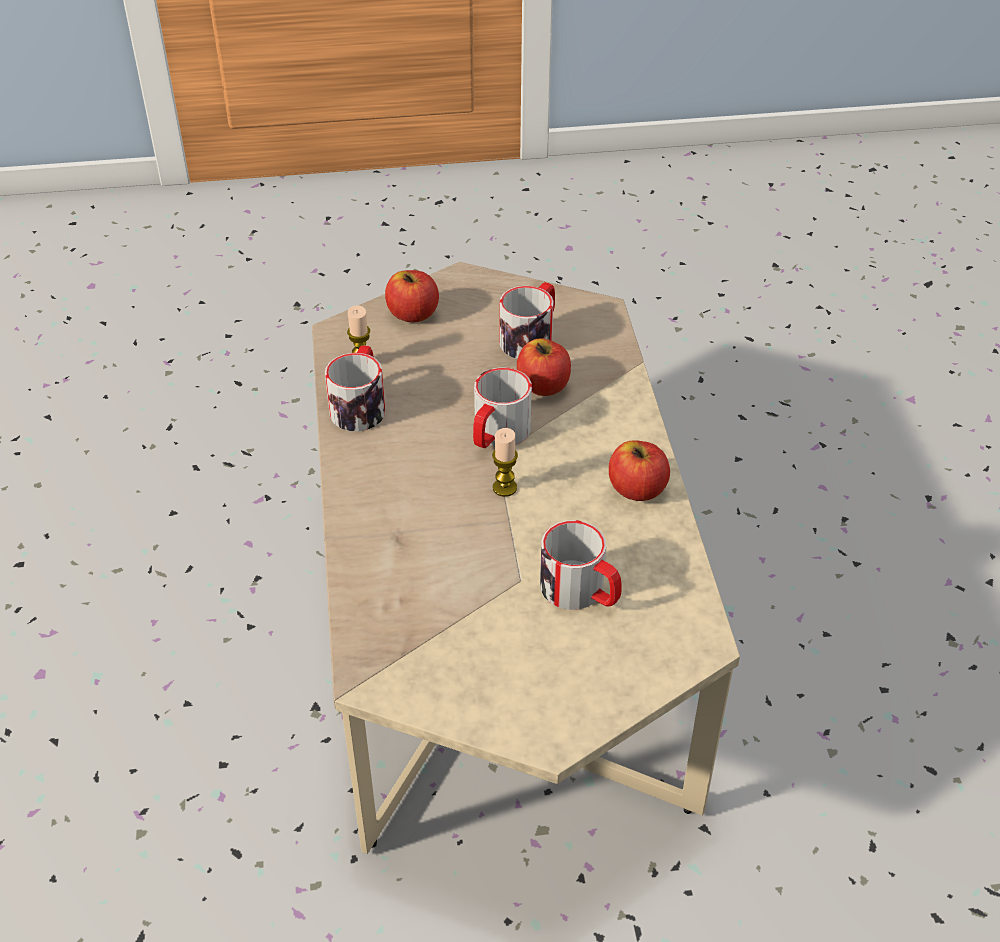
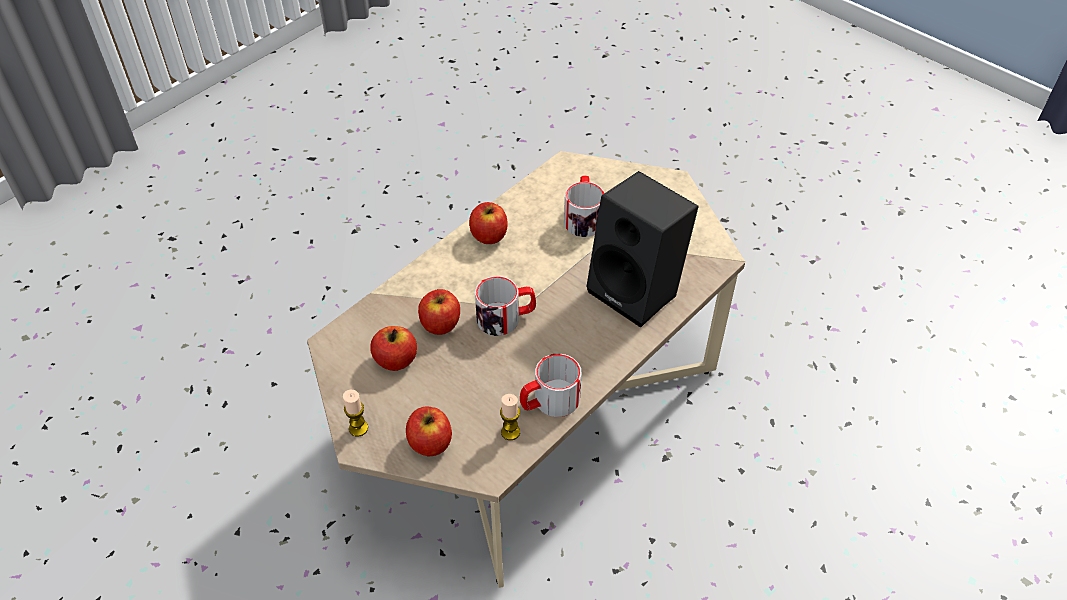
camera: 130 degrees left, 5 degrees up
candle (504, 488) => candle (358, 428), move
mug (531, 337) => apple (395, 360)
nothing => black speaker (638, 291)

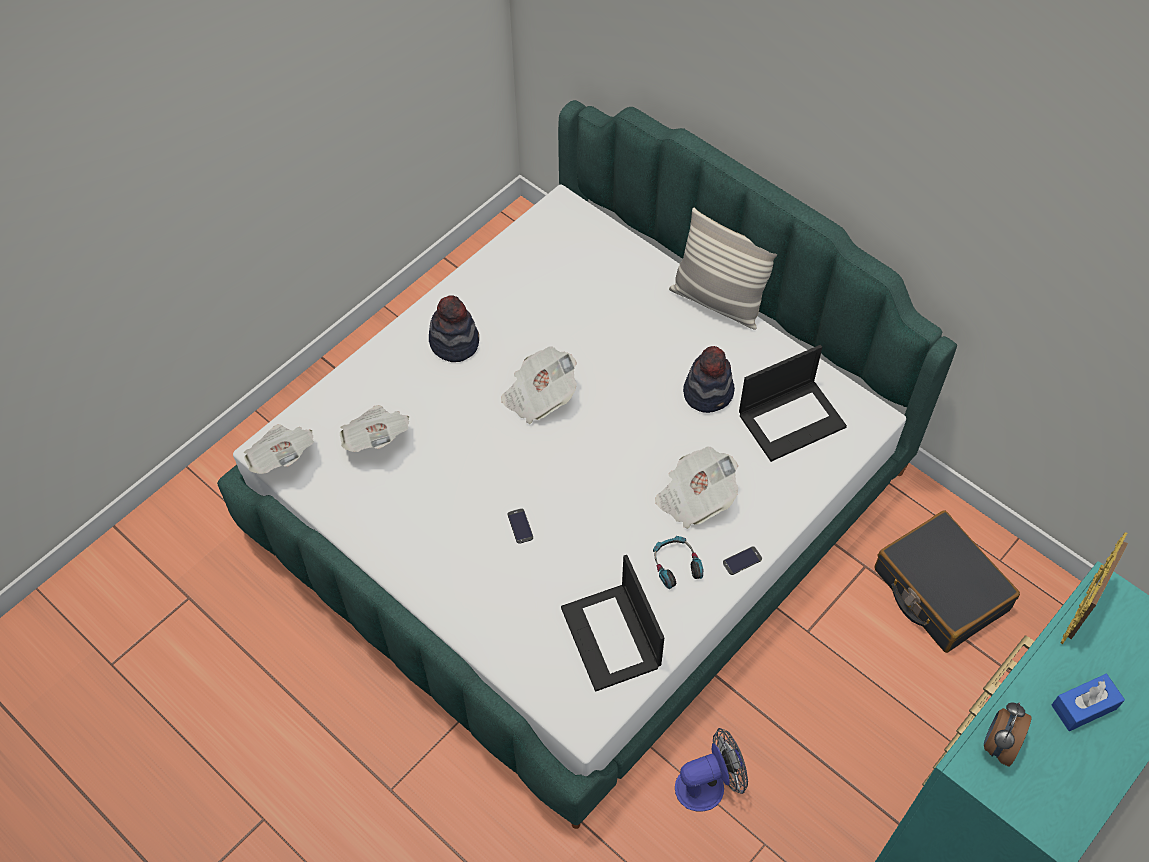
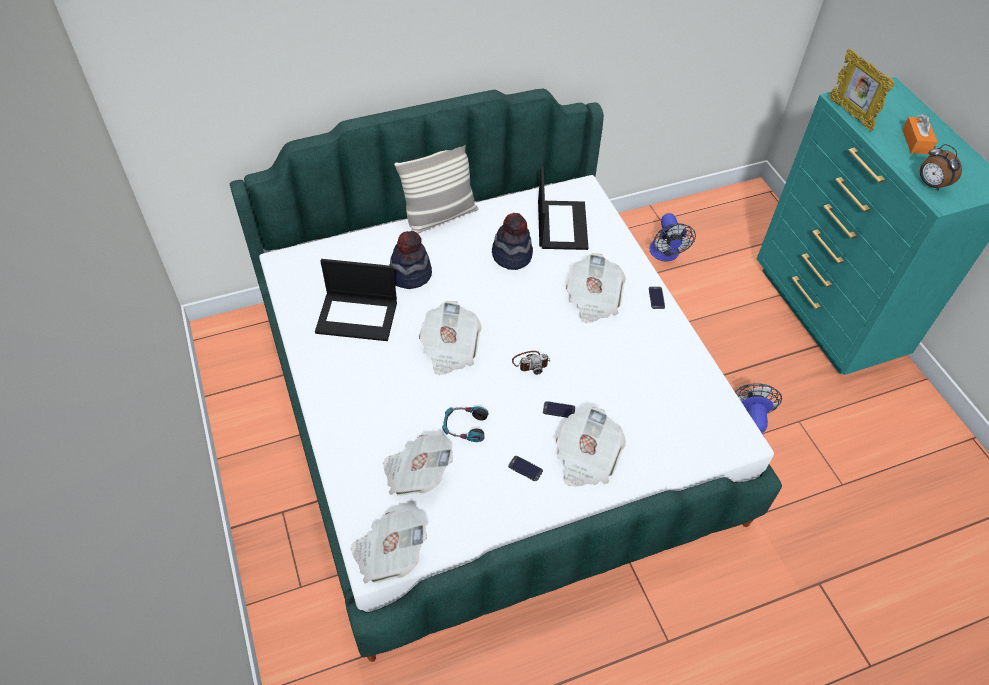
camera: 65 degrees left, 5 degrees down
laptop (612, 638) => laptop (358, 316), move
hat (454, 342) => hat (410, 274), move
headphones (676, 565) => headphones (465, 427), move
nothing => phone (525, 468)
nothing => photo camera (531, 362)
nothing => newspaper (586, 459)
black suitcase (939, 590) => fan (665, 254)
blue tissue box (1083, 707) => orange tissue box (916, 141)

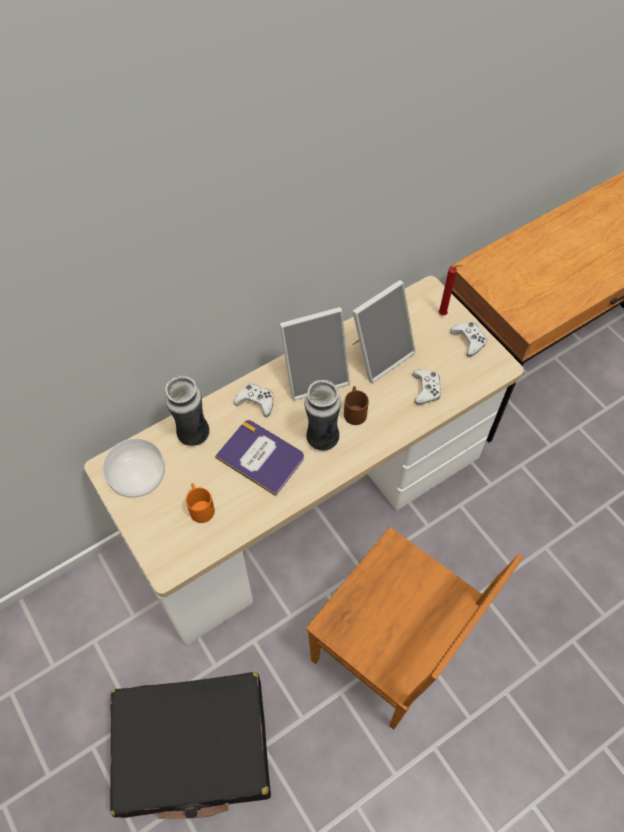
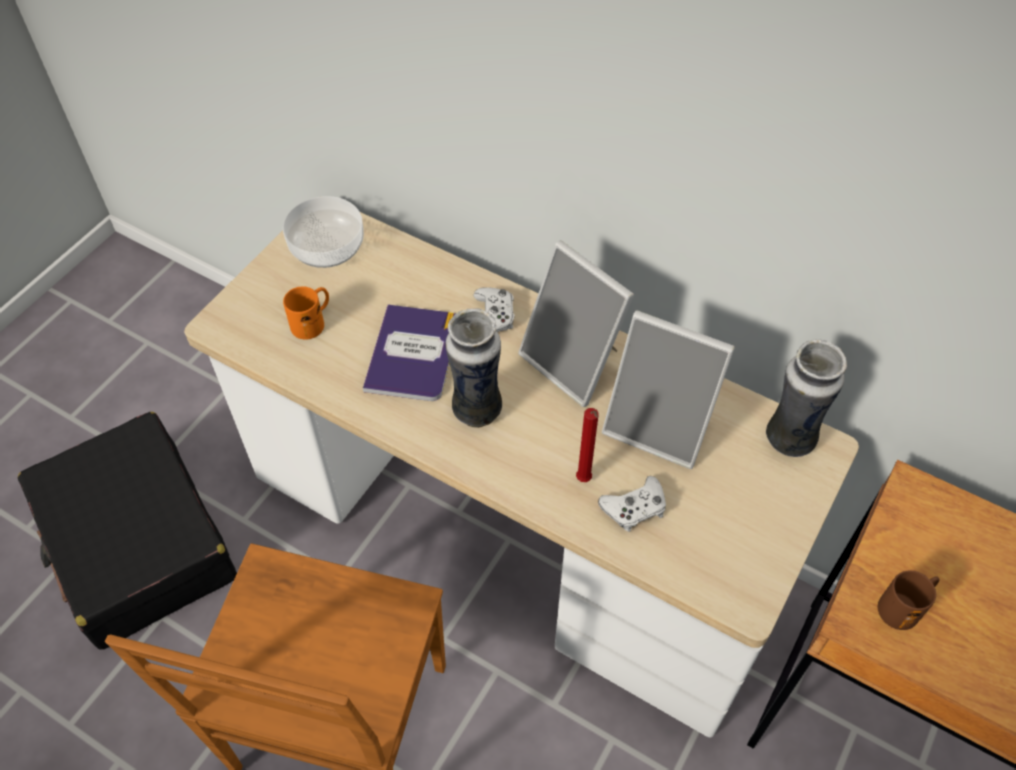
camera: 65 degrees right, 5 degrees down
red candle (444, 314) => red candle (584, 481), move
vase (193, 435) => vase (788, 439), move
brown mug (354, 410) => brown mug (904, 606), move
white game controller (469, 340) => nothing

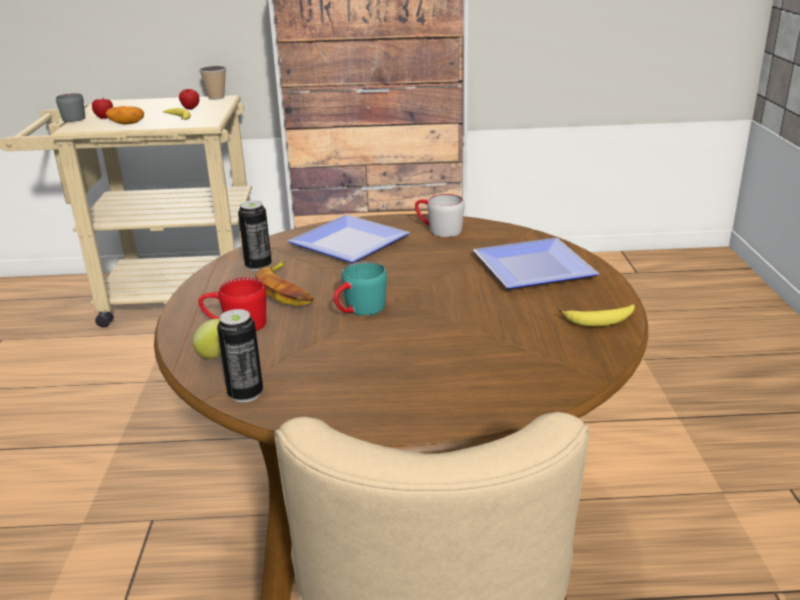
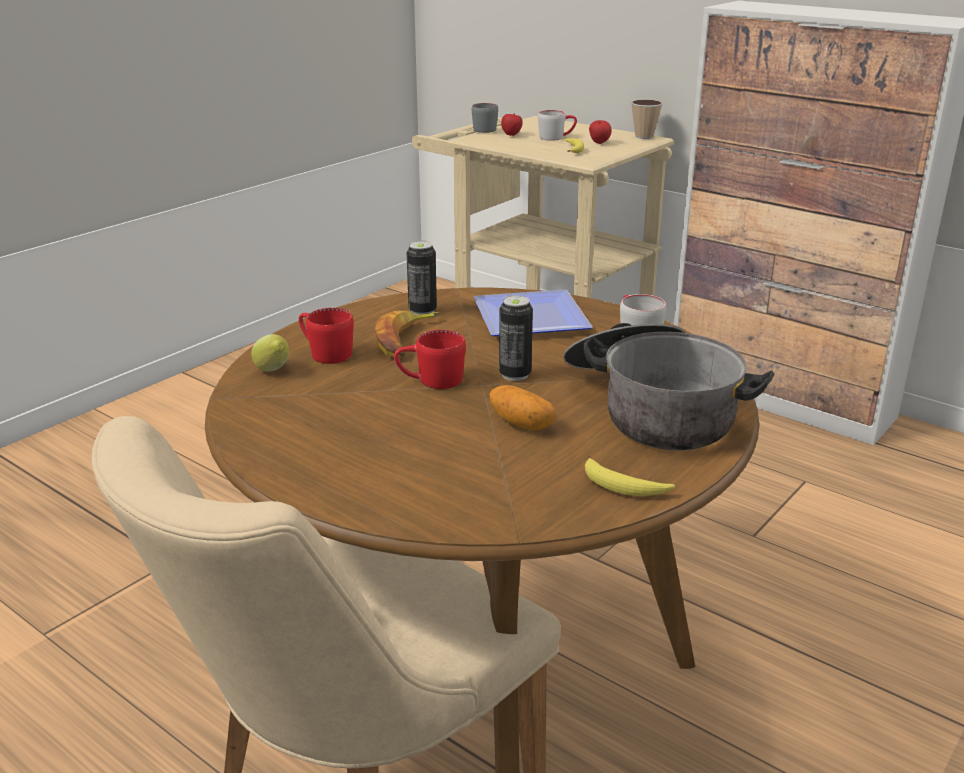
camera: 40 degrees right, 0 degrees up
turquoise mug (359, 310) => red mug (430, 381)
potato (127, 123) => potato (522, 423), move
can (245, 394) => can (515, 374), move
nothing => grey mug (556, 137)
plate (531, 270) => cooking pot (652, 410)

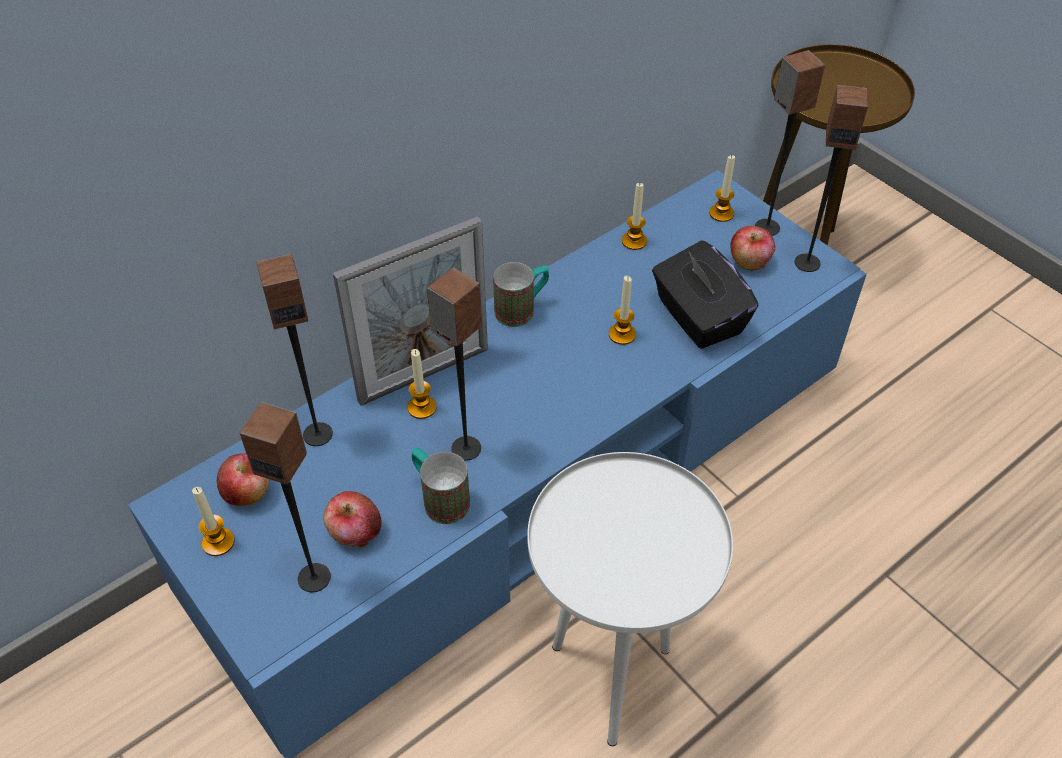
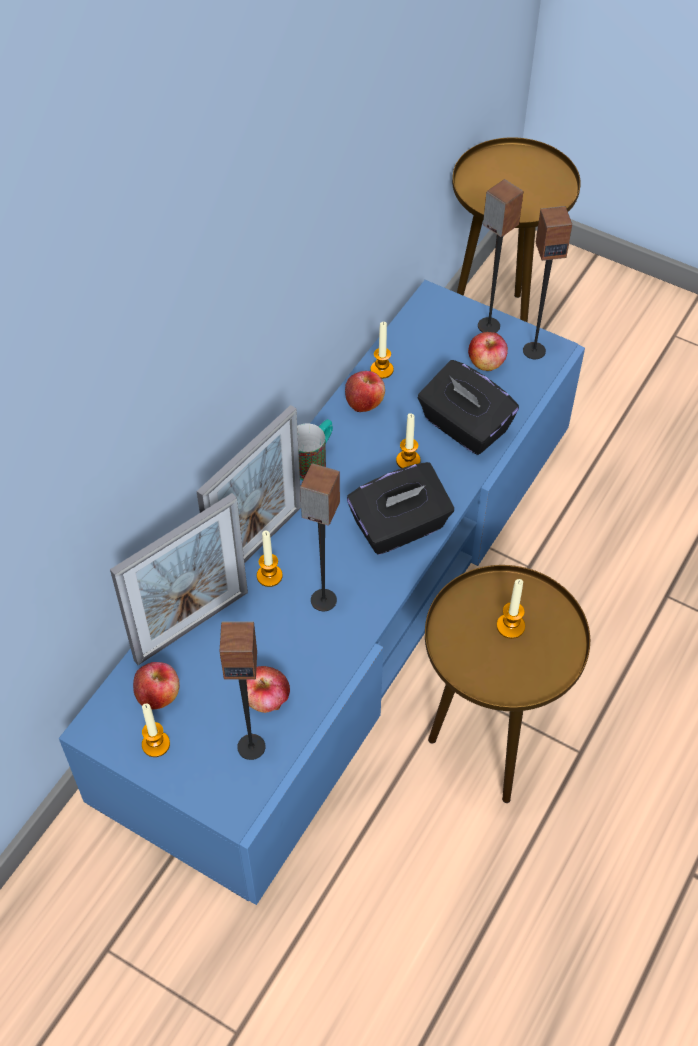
camera: 20 degrees left, 5 degrees up
speaker (317, 434) => picture frame (191, 626)
nothing => apple (364, 402)
nothing => black tissue box (400, 527)
white side table (611, 678) => brown side table (485, 750)
candle (721, 213) => candle (510, 626), move
mug (440, 498) => nothing

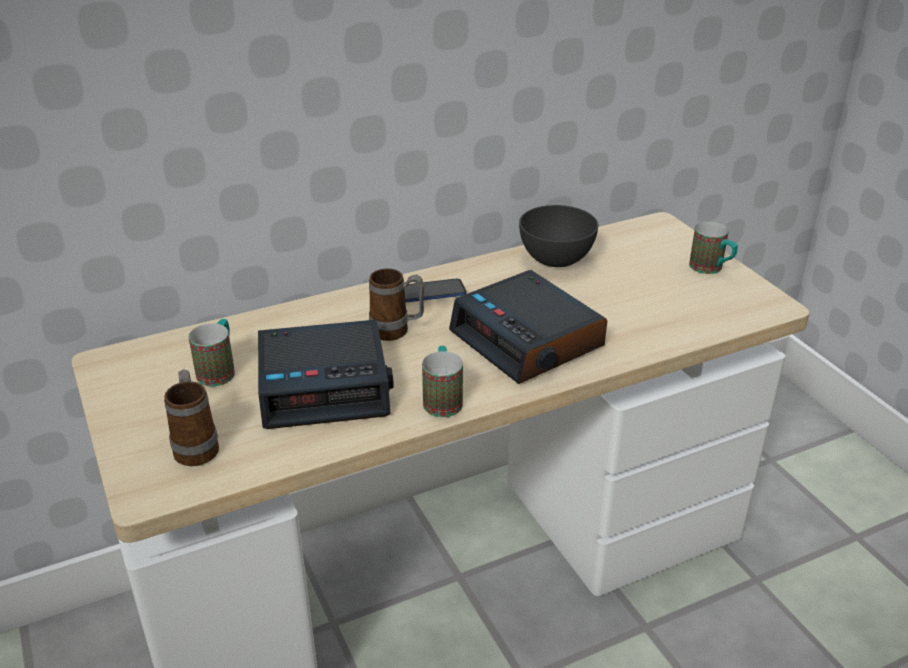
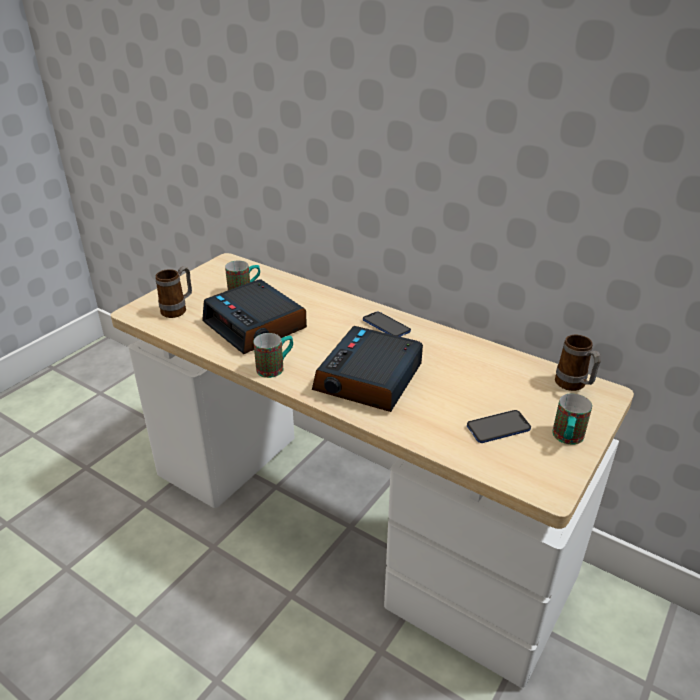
camera: 60 degrees right, 0 degrees up
nothing => phone (498, 428)
mug (397, 331) => mug (573, 386), move
grey bowl (555, 259) => nothing

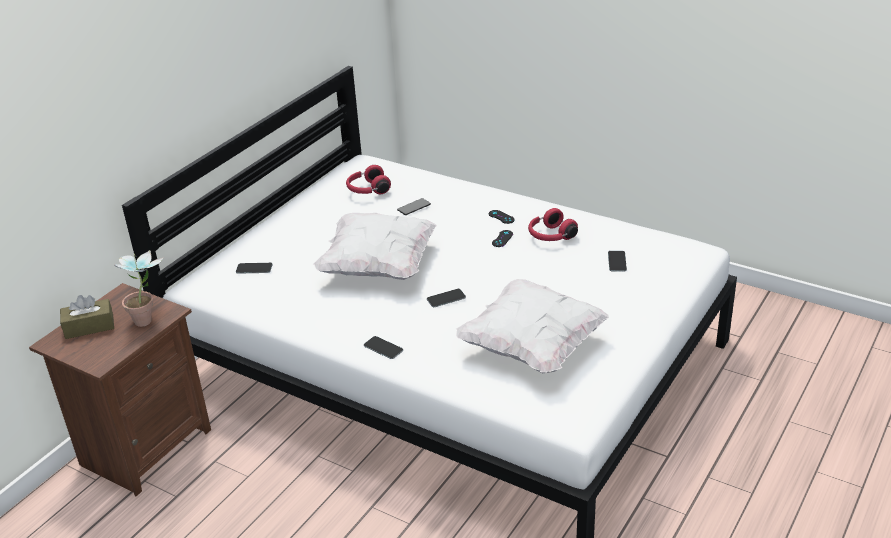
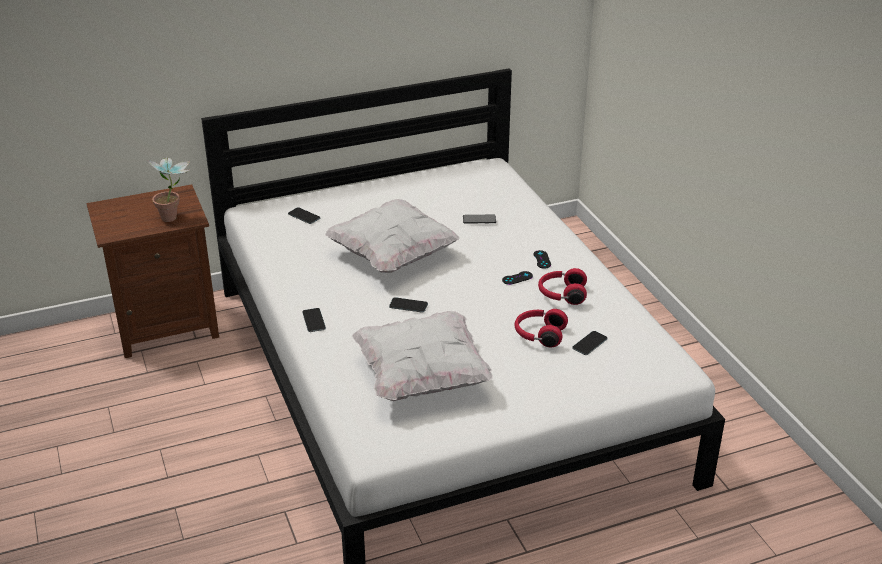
camera: 35 degrees right, 0 degrees up
red headphones (367, 190) => red headphones (539, 335), move
brown tissue box (89, 327) => nothing

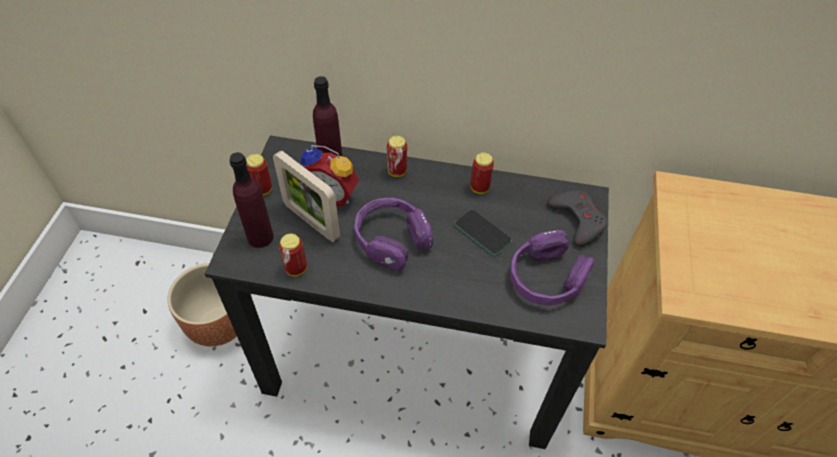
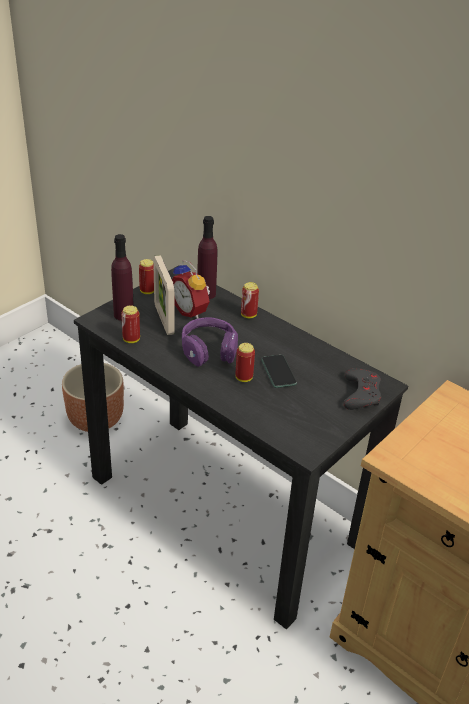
camera: 30 degrees right, 15 degrees down
can (479, 188) => can (244, 378), move
purple headphones (546, 278) => nothing

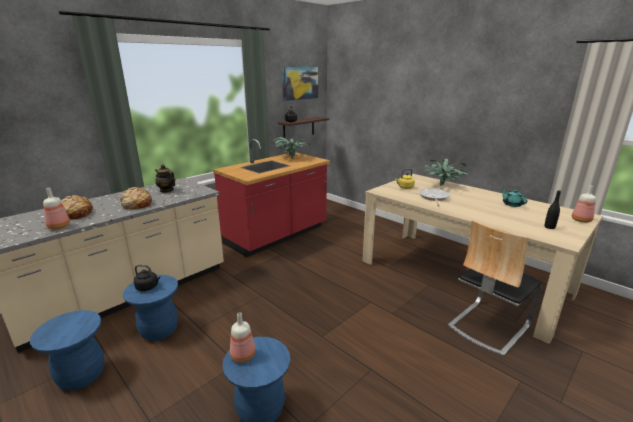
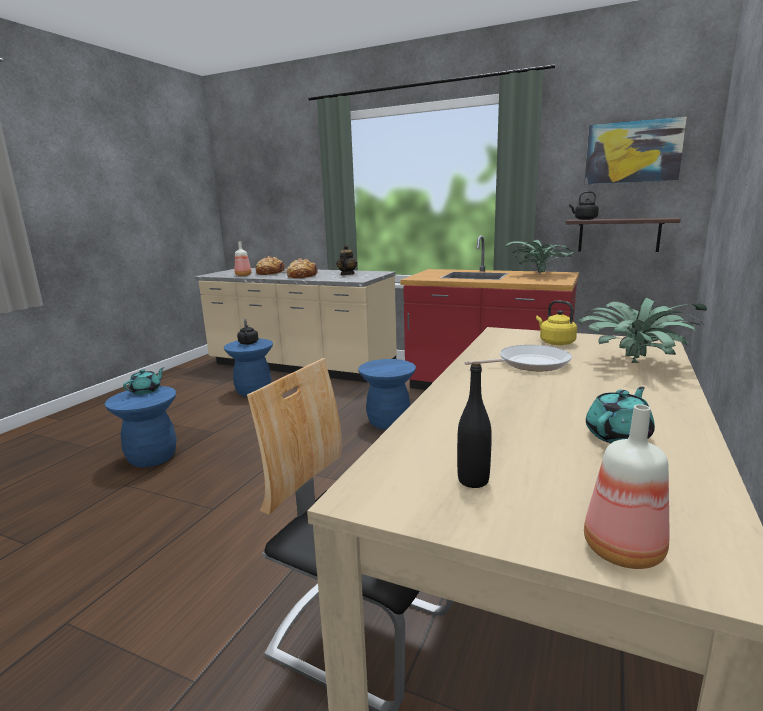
camera: 70 degrees right, 5 degrees down
bottle (242, 355) => turquoise teapot (146, 391)
blue stool (81, 376) => blue stool (388, 422), move

